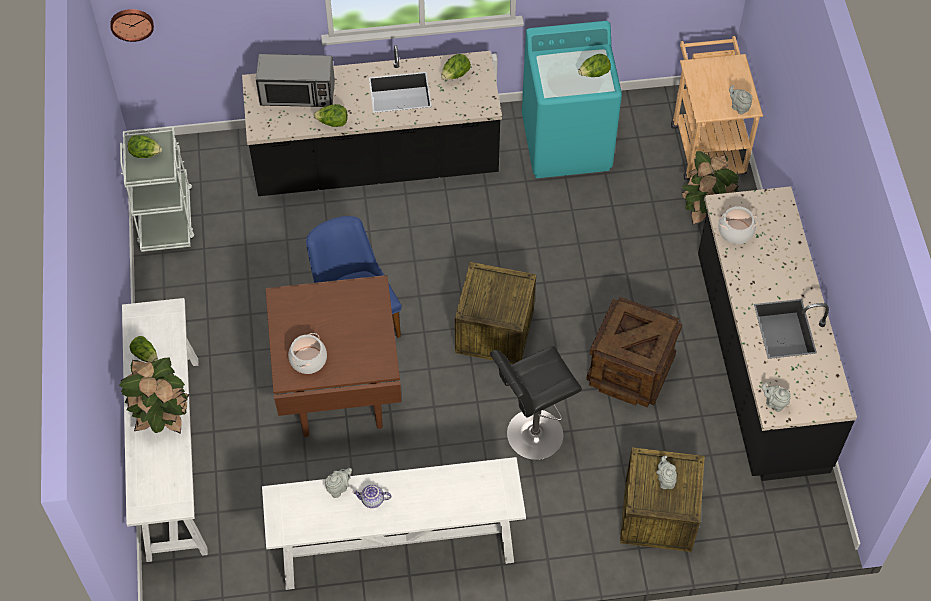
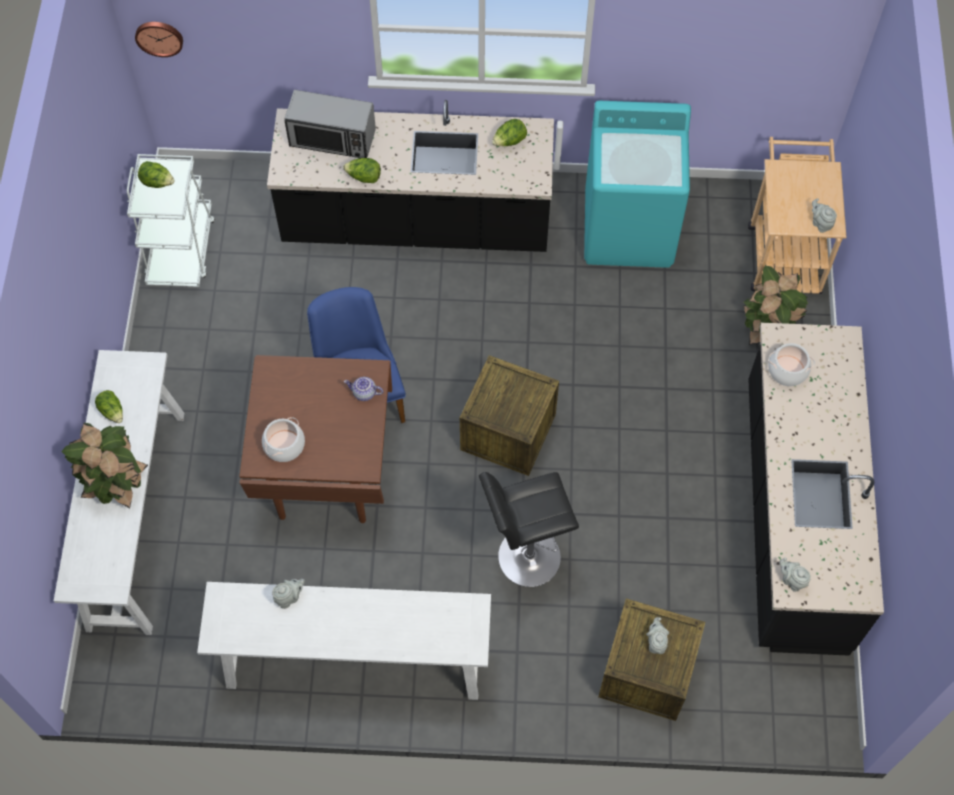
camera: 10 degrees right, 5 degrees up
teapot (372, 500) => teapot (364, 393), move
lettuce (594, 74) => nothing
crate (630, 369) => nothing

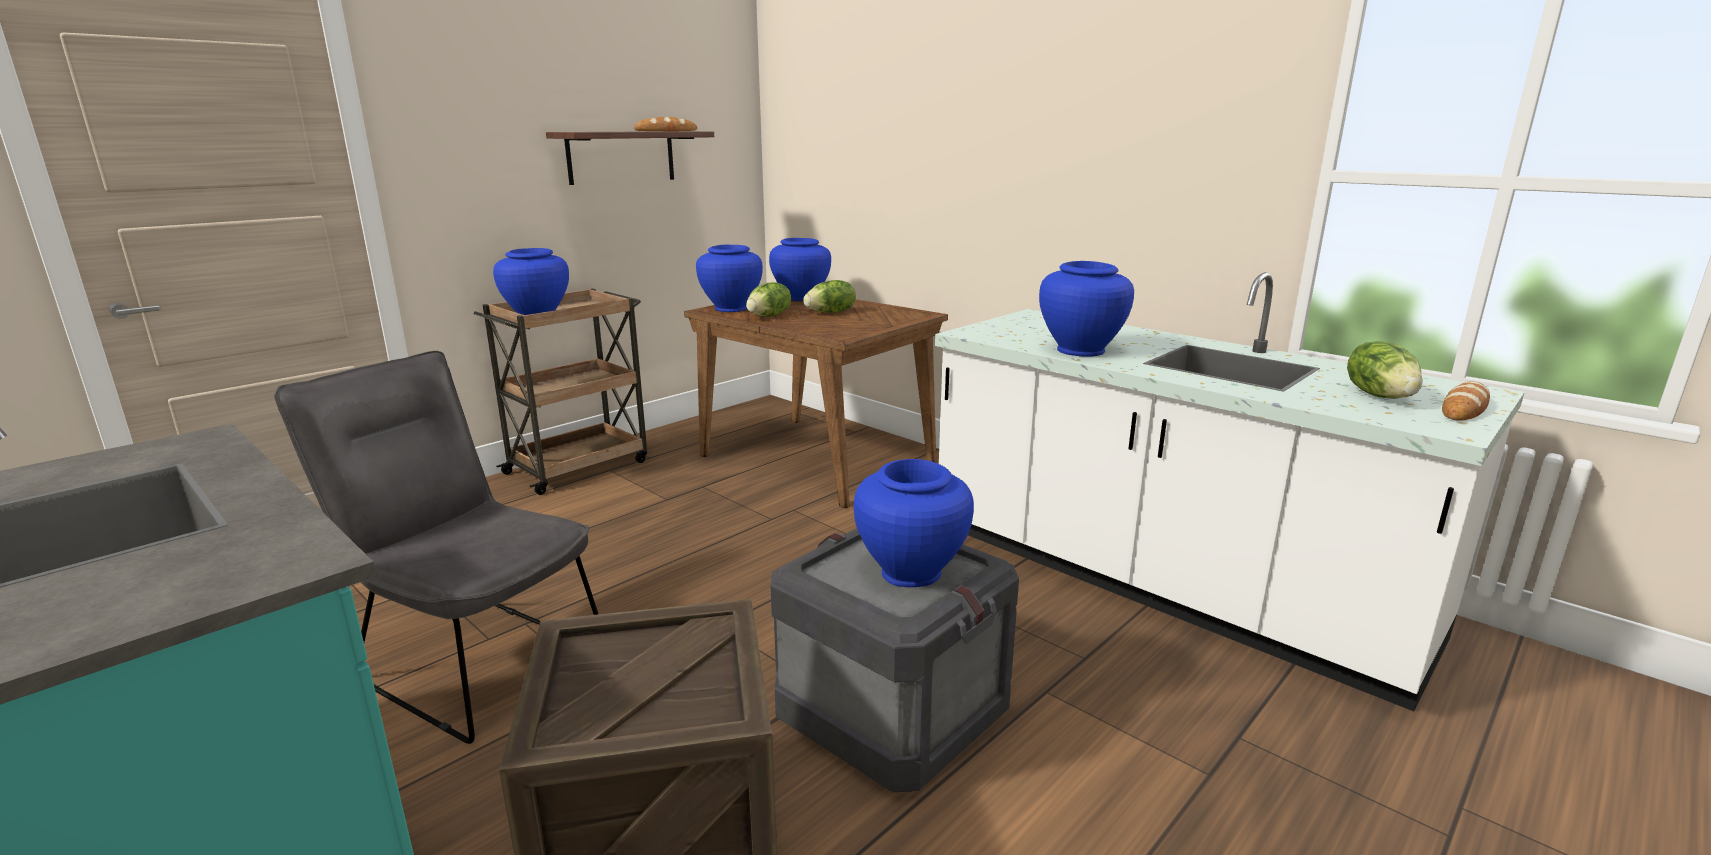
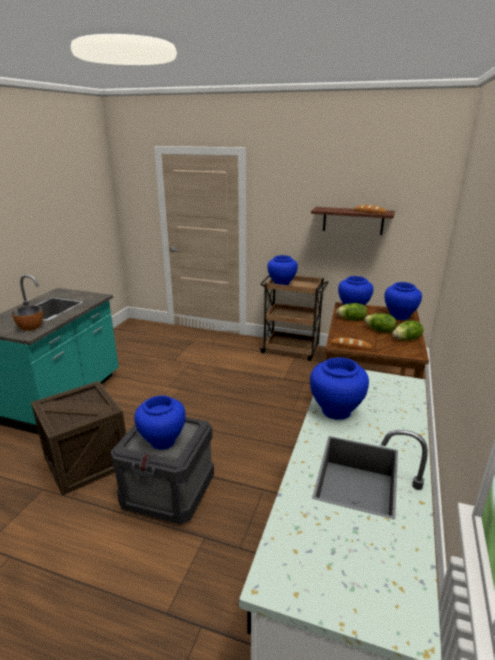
camera: 65 degrees right, 5 degrees up
nothing => bowl (31, 328)
bread (1464, 408) => bread (351, 346), move
lettuce (1380, 396) => lettuce (407, 339), move
grey chair (474, 660) => nothing

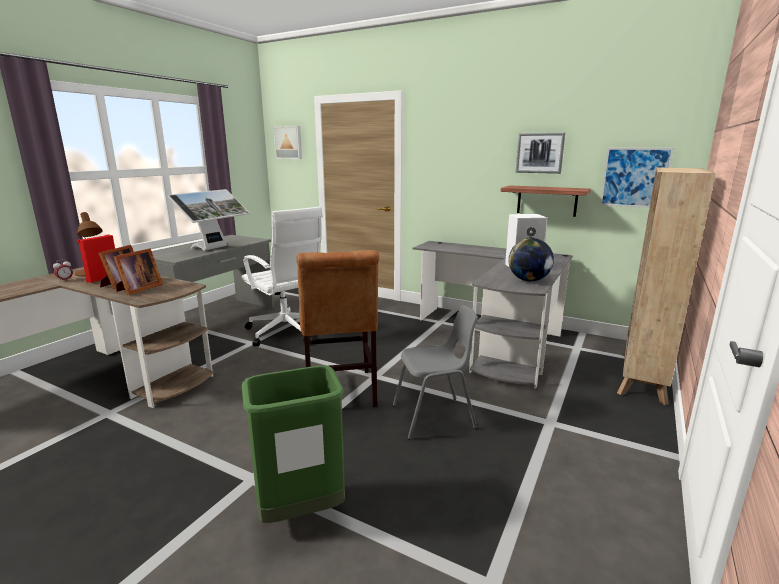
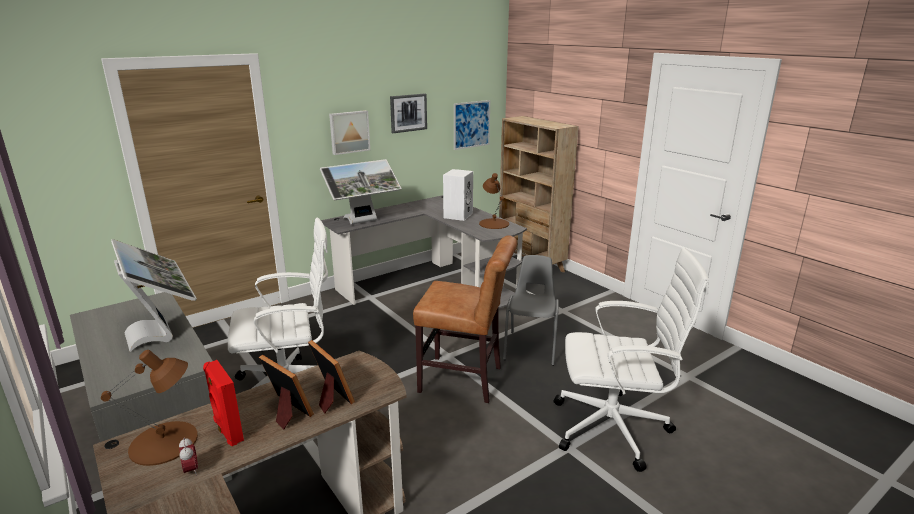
camera: 65 degrees left, 5 degrees up
nothing => monitor (363, 222)
picture (288, 142) => picture (349, 132), move
globe (528, 280) => brown table lamp (494, 223)
green trash can (301, 512) => white office chair (614, 428)
shelf (547, 200) => nothing

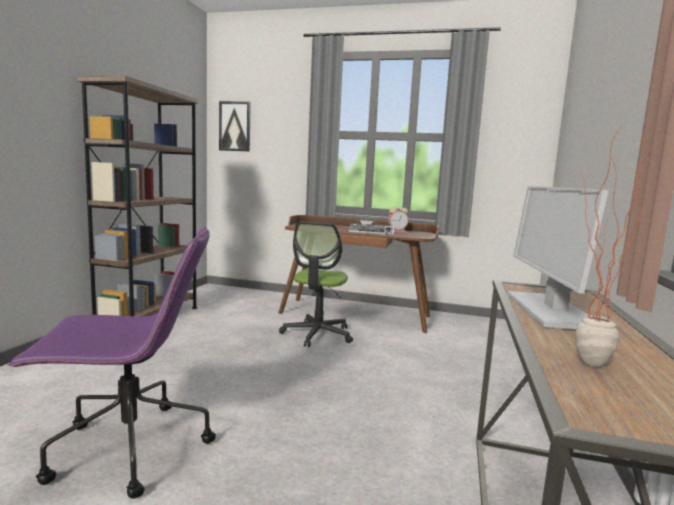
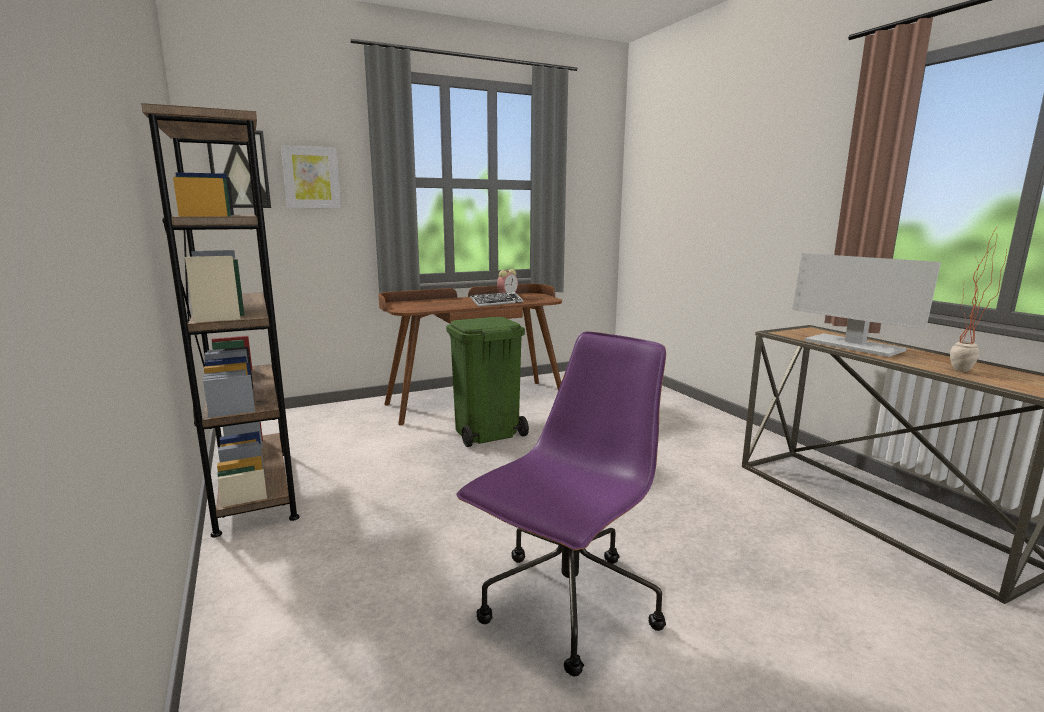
camera: 40 degrees left, 5 degrees up
nothing => picture (311, 177)
office chair (317, 334) => green trash can (486, 433)

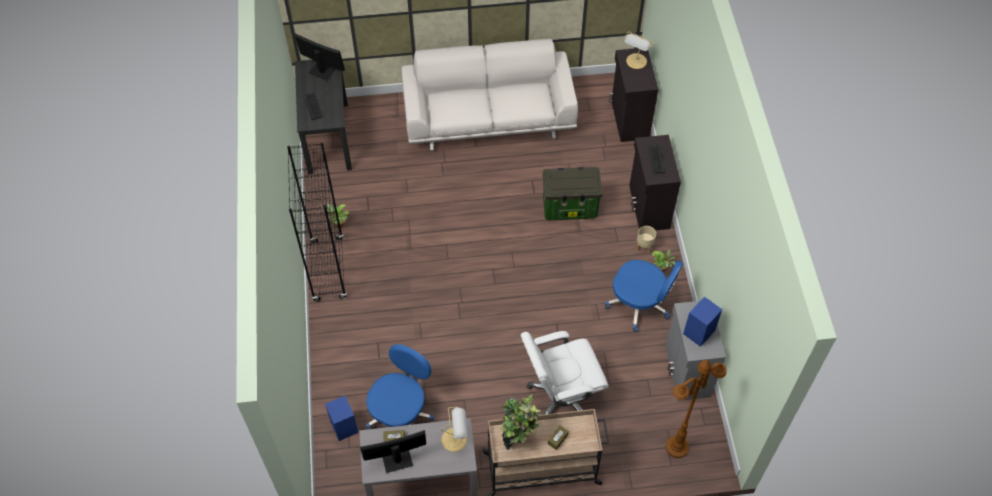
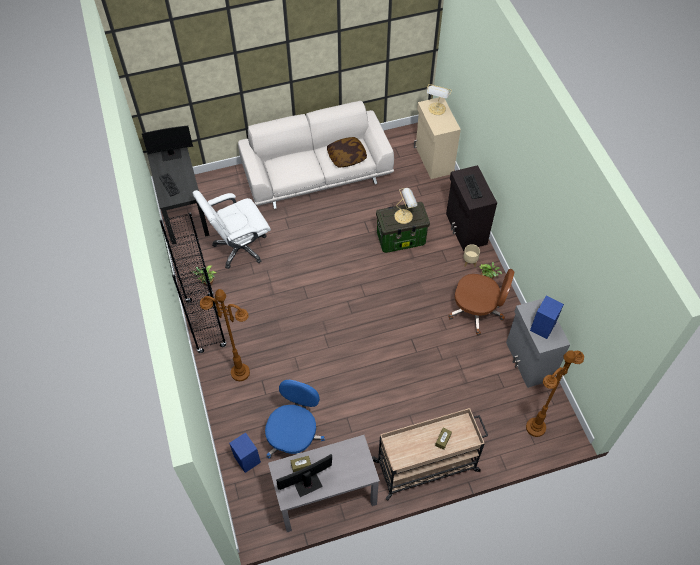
camera: 10 degrees left, 0 degrees up
monitor (322, 71) => monitor (171, 154), 150 degrees clockwise
white office chair (561, 395) => white office chair (240, 248), move
nothing => brown floor lamp (240, 372)
nothing => pillow (347, 156)
table lamp (455, 439) => table lamp (404, 216), move
black cabinet (629, 120) => beige cabinet (433, 160)
blue office chair (639, 304) => brown office chair (477, 311)
potted plant (518, 438) => nothing

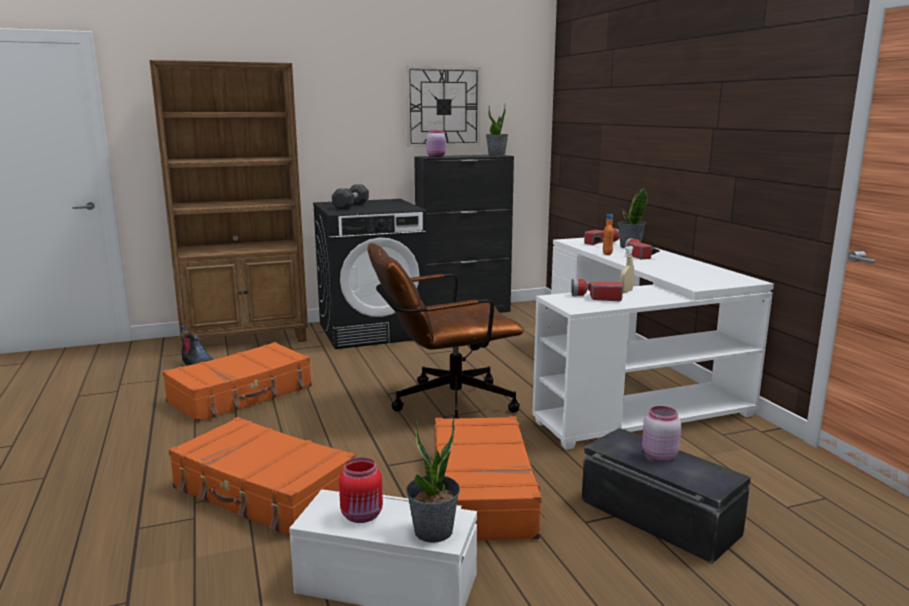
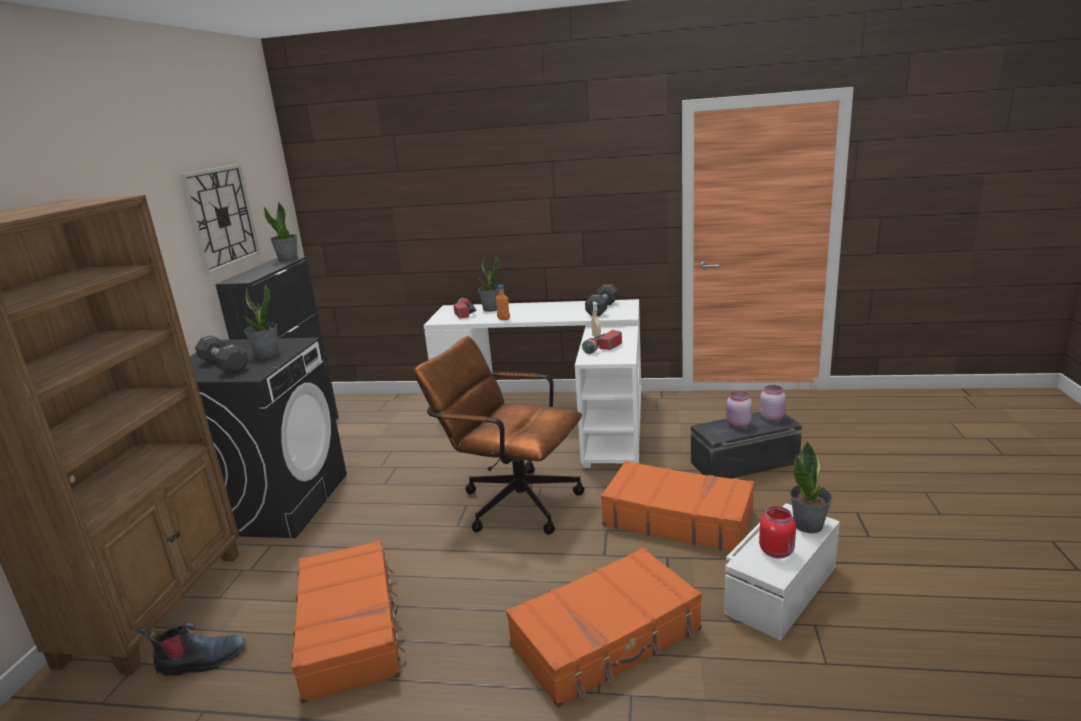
camera: 60 degrees left, 5 degrees up
nothing => potted plant (266, 354)
brown office chair (443, 404) => brown office chair (511, 501), 105 degrees clockwise
nothing => black dumbbell (602, 309)
pink jar (436, 156) => pink jar (772, 417), move
flashlight (638, 255) => nothing

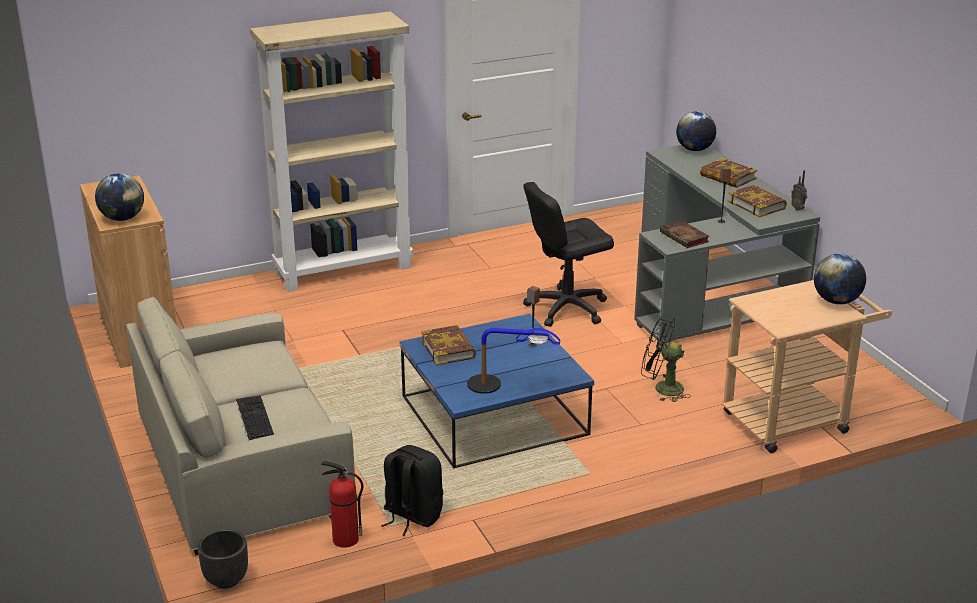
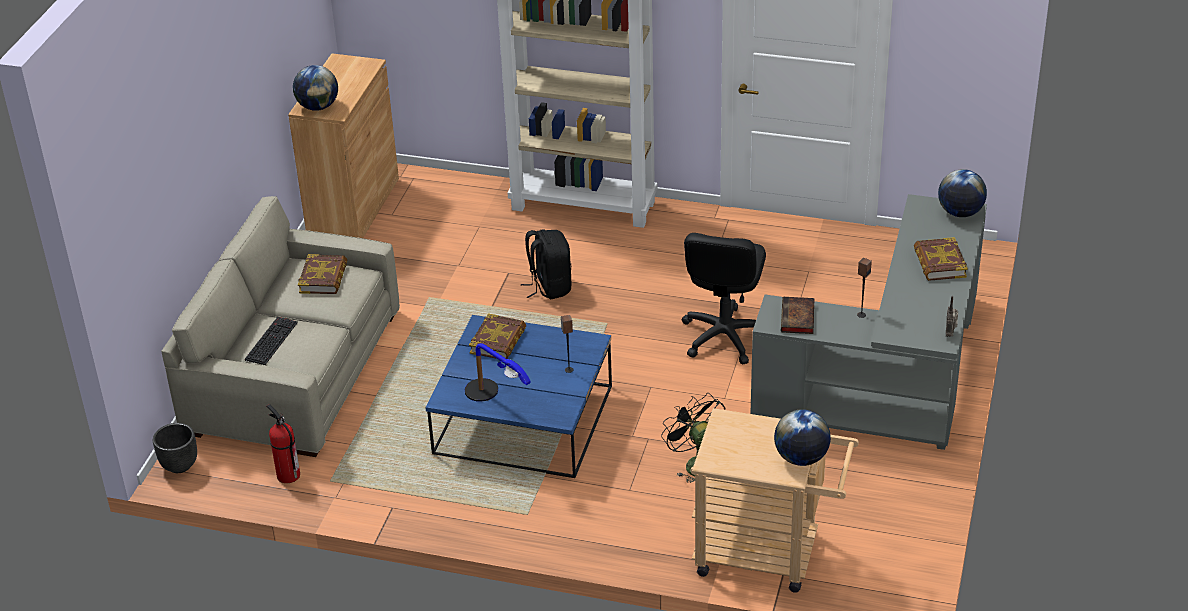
camera: 40 degrees right, 10 degrees up
book (756, 205) => book (323, 278), move
black backpack (411, 516) => black backpack (549, 287), move
black office chair (566, 308) => black office chair (724, 336), 90 degrees counterclockwise

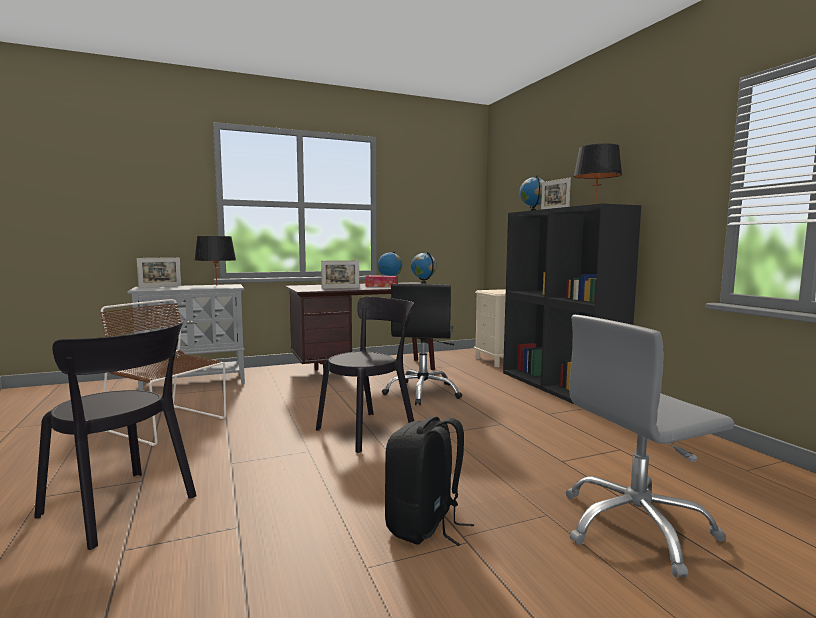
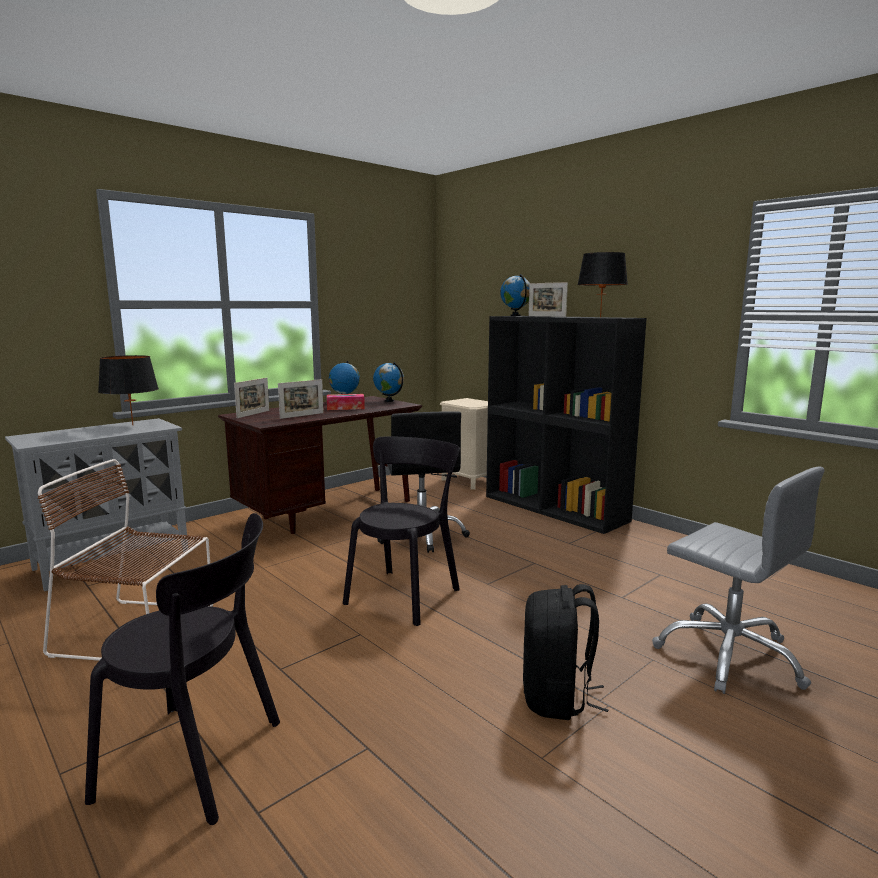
camera: 20 degrees left, 5 degrees up
picture frame (160, 286) => picture frame (253, 414), move
grey office chair (635, 527) => grey office chair (729, 655), 90 degrees counterclockwise

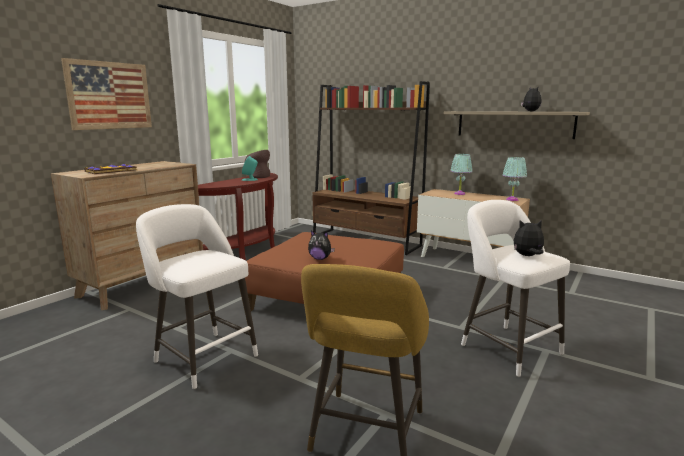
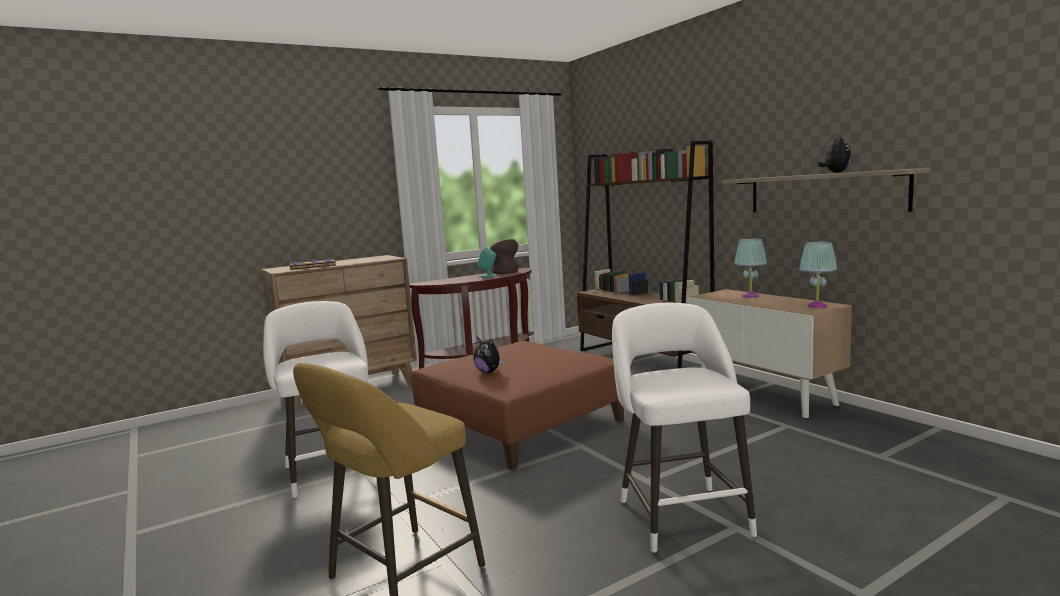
camera: 25 degrees right, 5 degrees down
picture (109, 95) => nothing
plush toy (527, 256) => nothing

